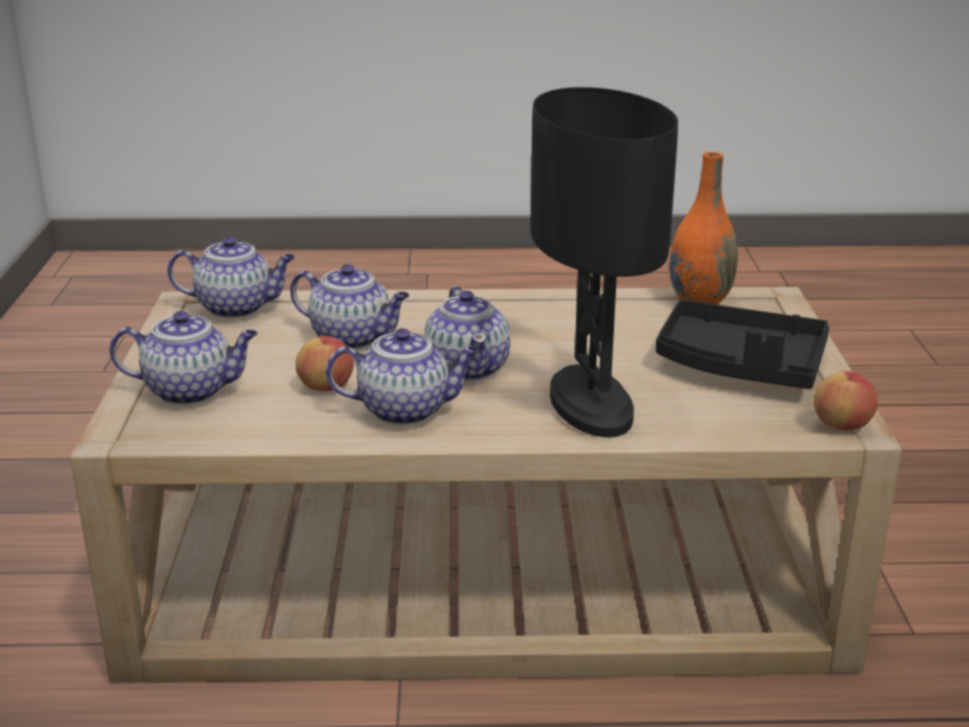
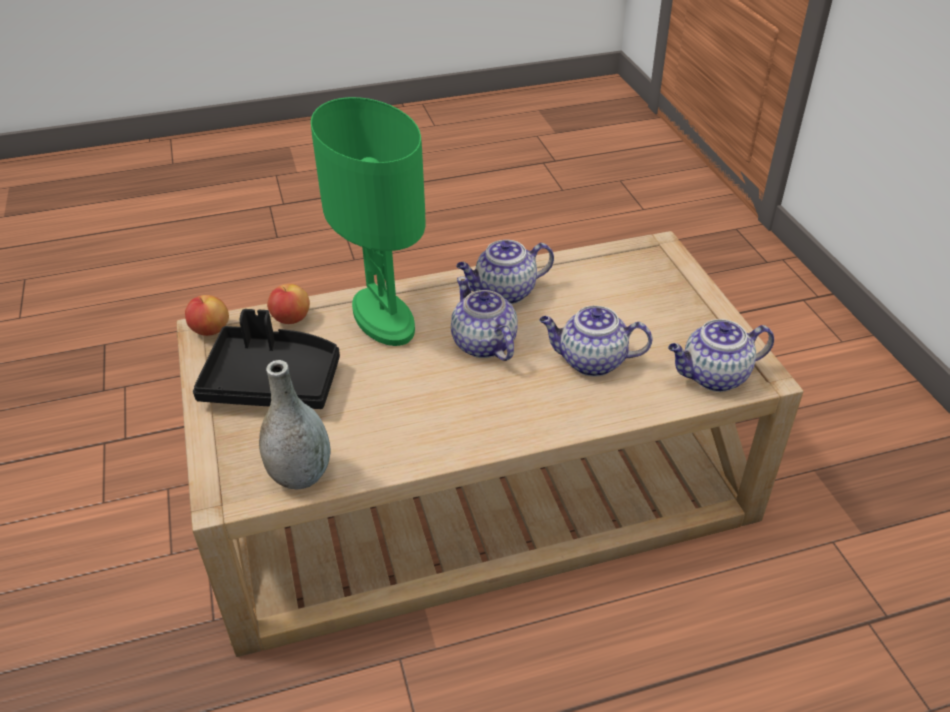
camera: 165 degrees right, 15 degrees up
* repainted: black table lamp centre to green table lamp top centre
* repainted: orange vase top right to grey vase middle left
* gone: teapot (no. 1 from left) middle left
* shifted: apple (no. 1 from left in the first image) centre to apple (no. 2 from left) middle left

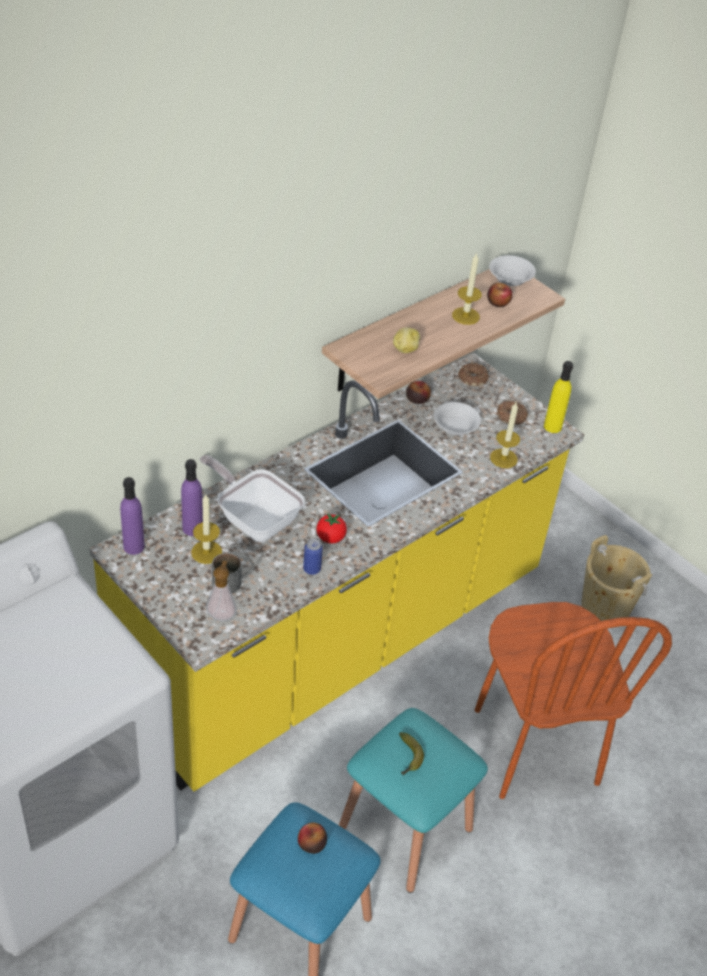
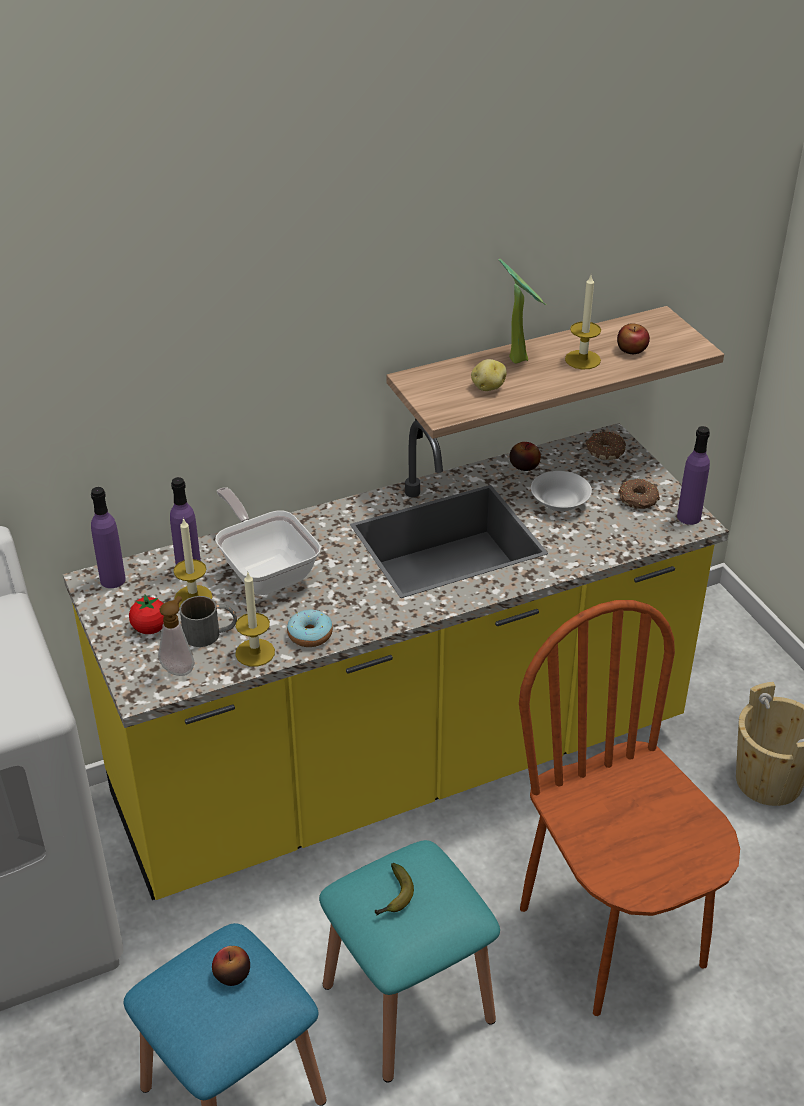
camera: 20 degrees right, 5 degrees down
* gone: white bowl (no. 2 from left) top right
* repainted: yellow bottle middle right to purple bottle (no. 3 from left) middle right
* shifted: candle (no. 3 from left in the first image) middle right to candle (no. 2 from left) middle left
* shifted: tomato centre to middle left
* swapped: can centre to donut (no. 1 from left) centre
* rotated: brown chair bottom right = bottom right 150 degrees clockwise
* new: potted plant top centre

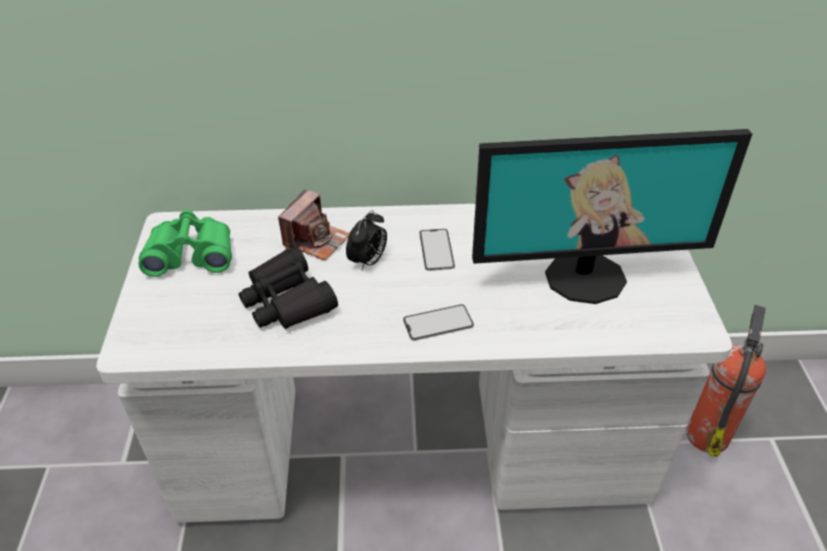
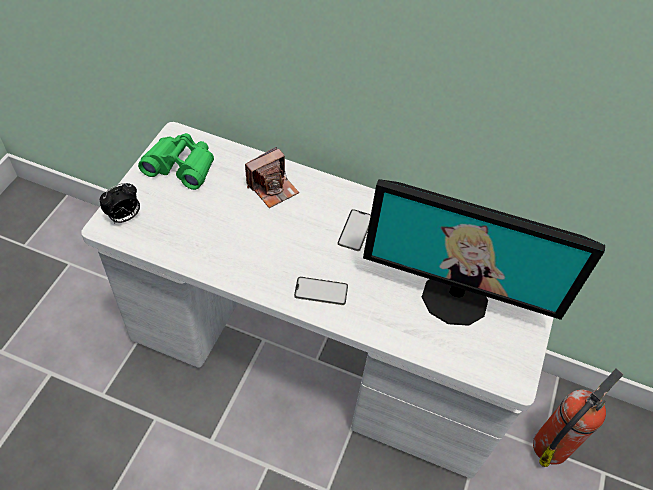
camera: 20 degrees right, 10 degrees up
* shifted: alarm clock centre to middle left
* gone: black binoculars centre

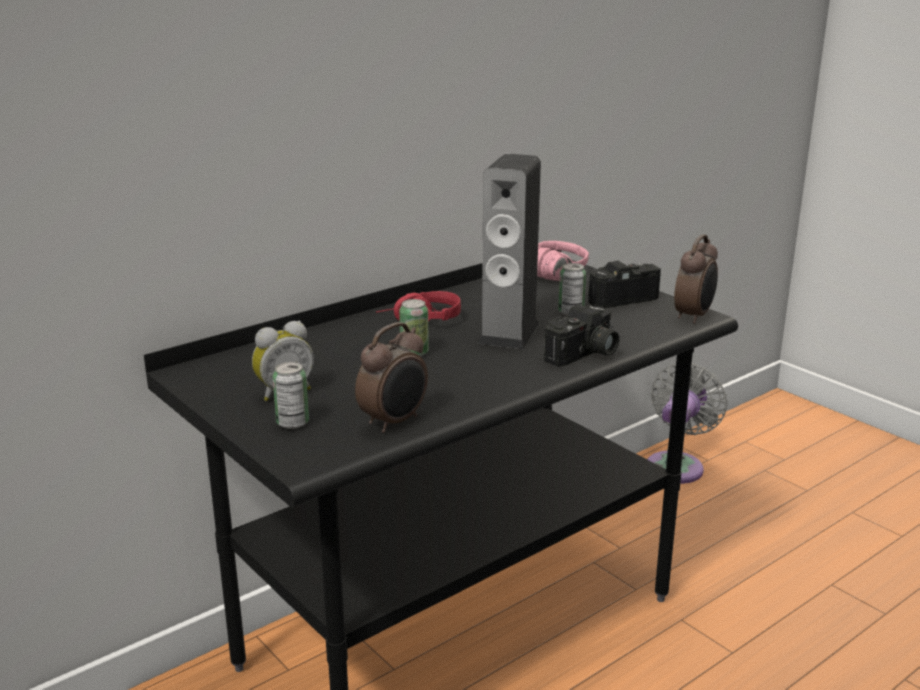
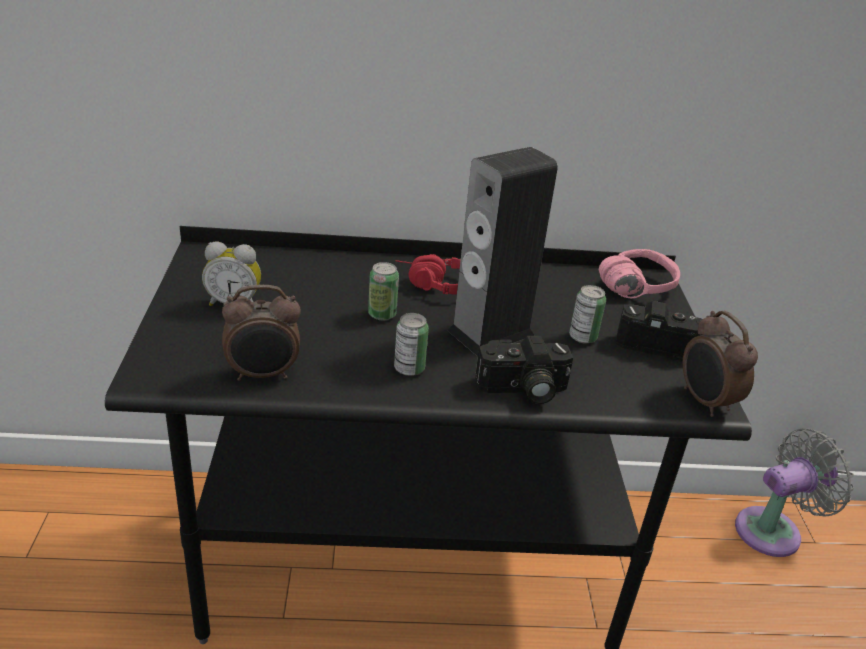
camera: 35 degrees right, 10 degrees up
* rotated: alarm clock (no. 3 from left) middle right = middle right 90 degrees clockwise
* shifted: can (no. 1 from left in the first image) middle left to can (no. 2 from left) centre

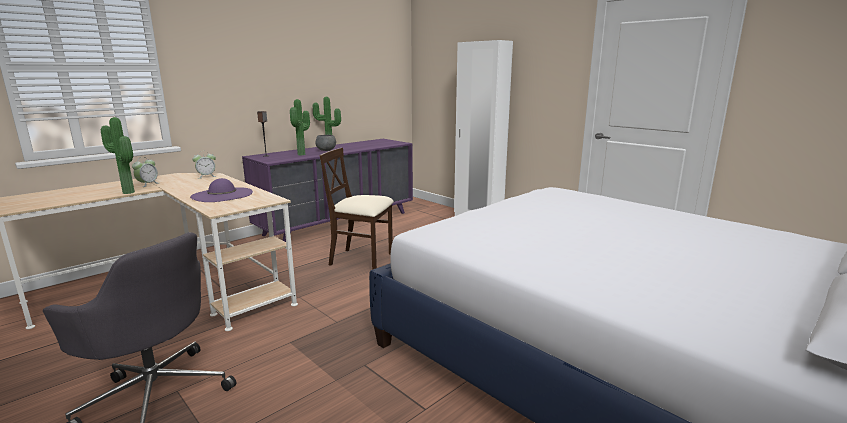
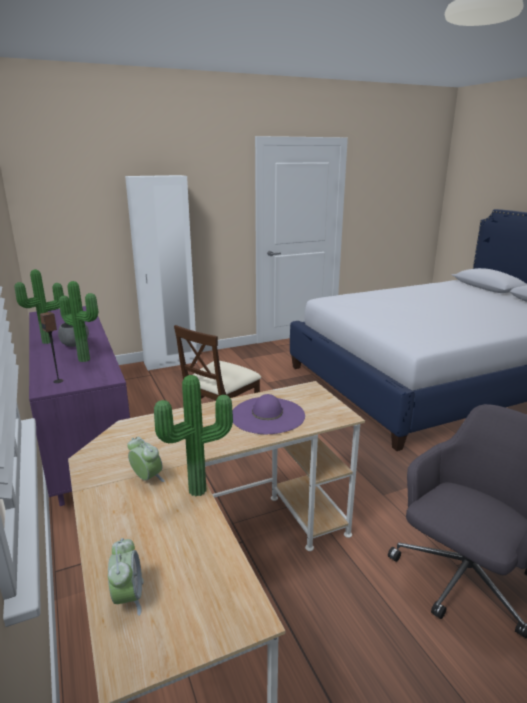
camera: 70 degrees left, 5 degrees up
* shifted: alarm clock (no. 2 from left in the first image) middle left to alarm clock (no. 1 from left) bottom left

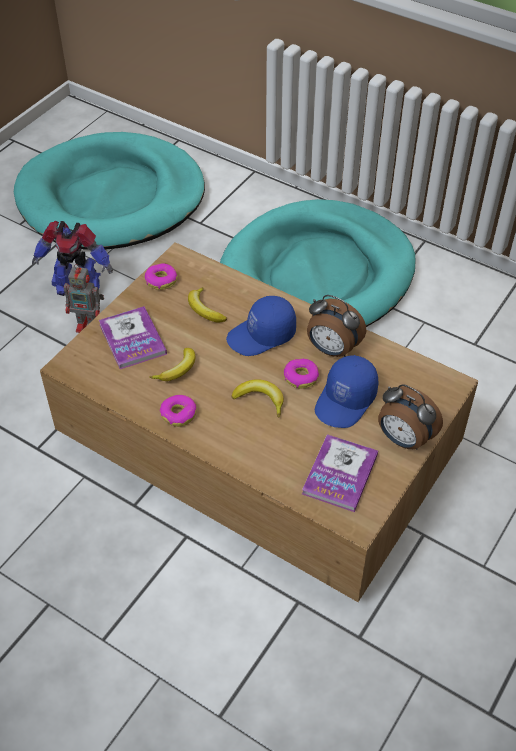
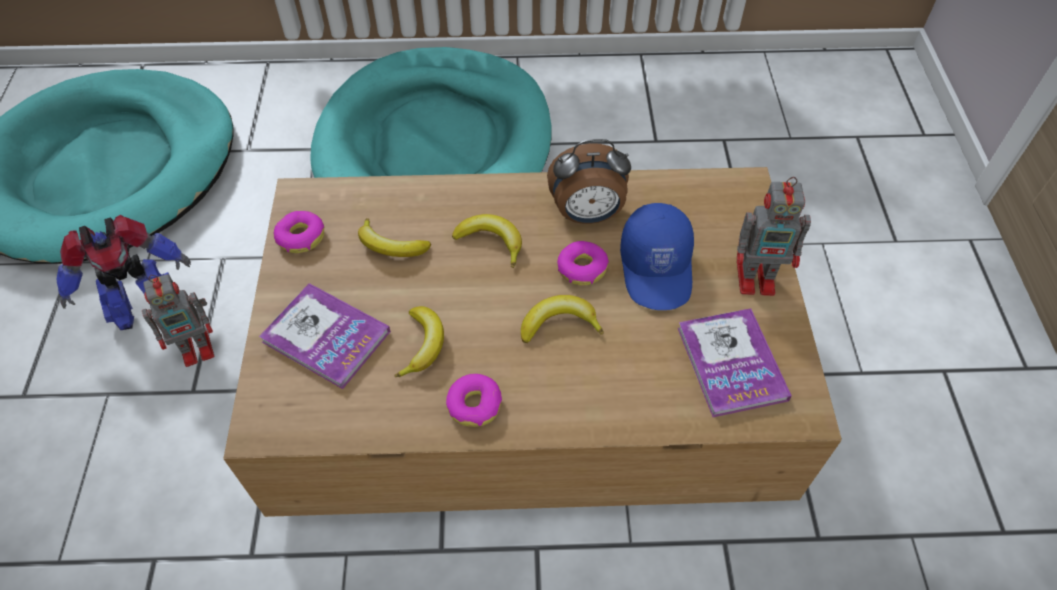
camera: 35 degrees left, 5 degrees up
* swapped: blue cap (no. 1 from left) centre to banana (no. 3 from left) centre
* swapped: alarm clock (no. 2 from left) middle right to toy robot (no. 3 from left) middle right

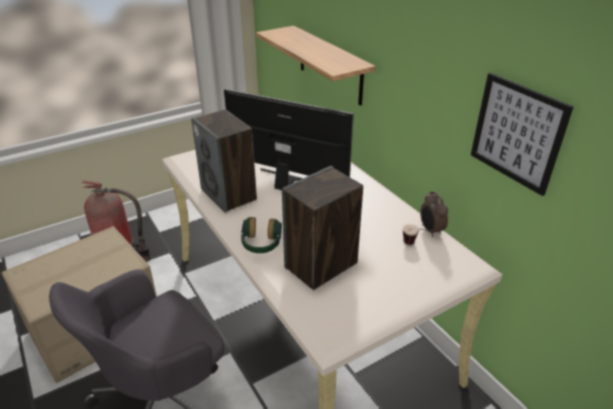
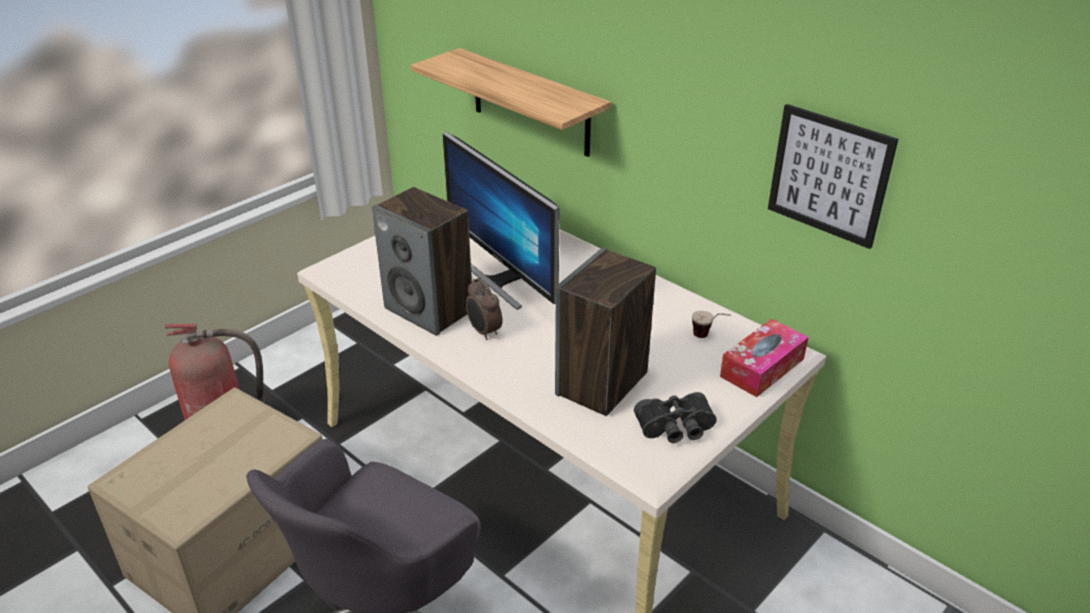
camera: 15 degrees left, 0 degrees up
* rotated: monitor centre = centre 135 degrees counterclockwise
* shifted: alarm clock middle right to centre
* gone: headphones centre
* new: tissue box middle right
* new: black binoculars bottom centre

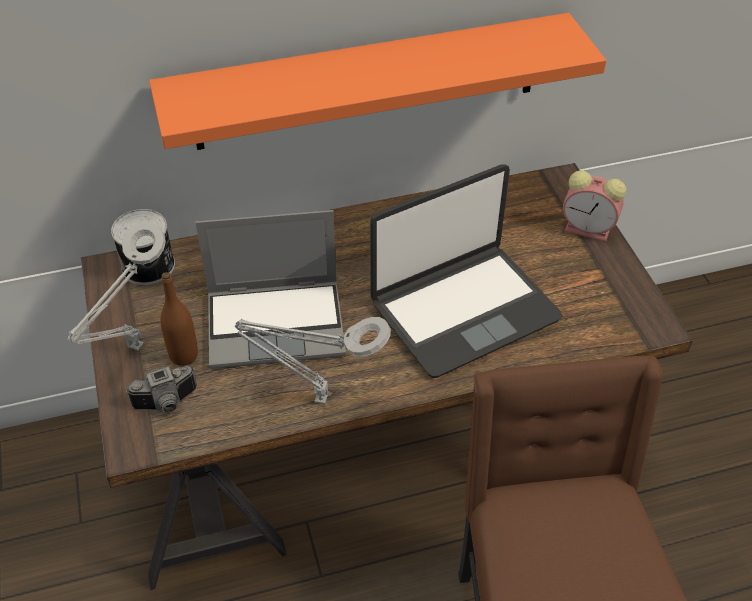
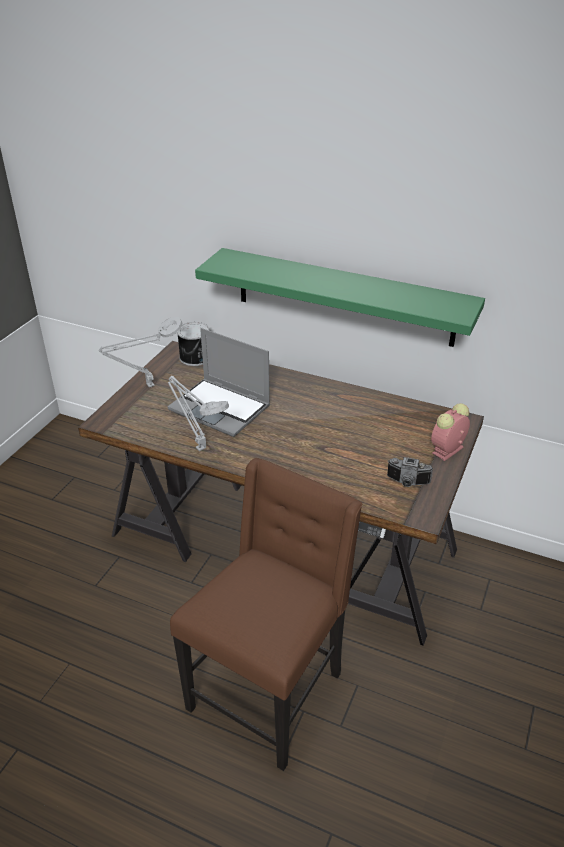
camera: 40 degrees right, 10 degrees down
* repainted: orange shelf top centre to green shelf centre
* gone: laptop (no. 2 from left) centre
* rotated: alarm clock middle right = middle right 75 degrees clockwise
* gone: brown bottle middle left
* shifted: photo camera middle left to middle right

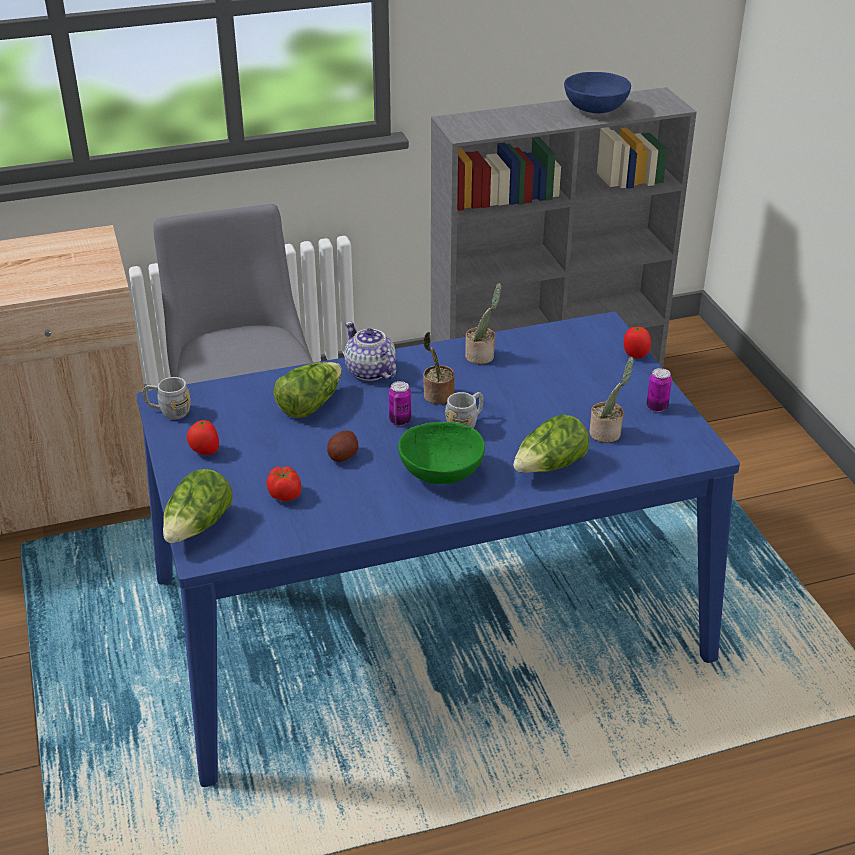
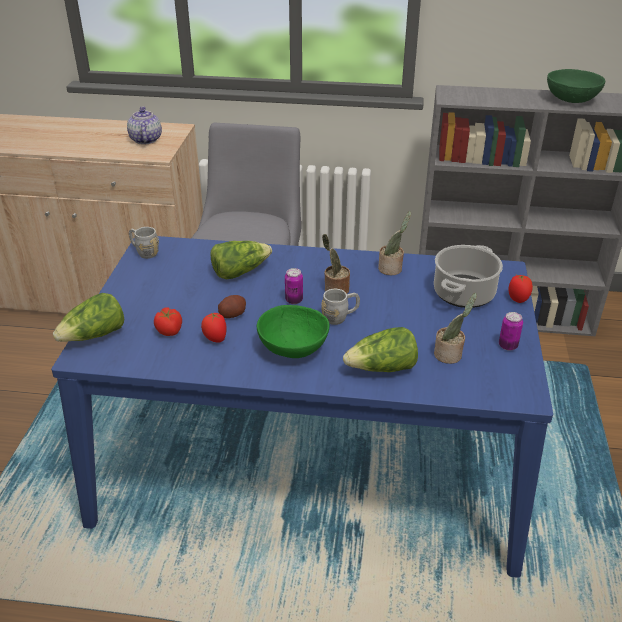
camera: 25 degrees right, 0 degrees up
* repainted: blue bowl top right to green bowl (no. 2 from left) top right
* shifted: teapot centre to top left
* shifted: tomato (no. 1 from left in the first image) middle left to tomato (no. 2 from left) centre
* new: cooking pot middle right

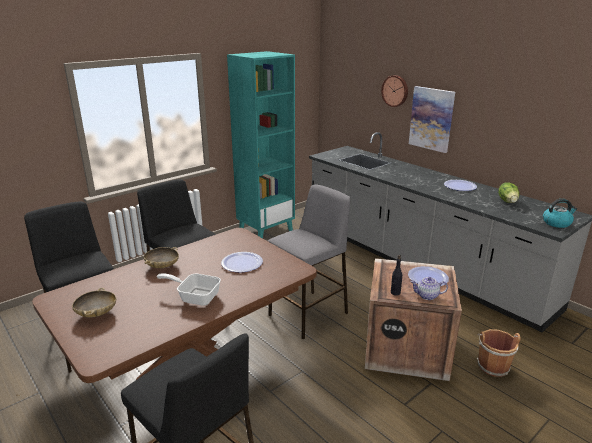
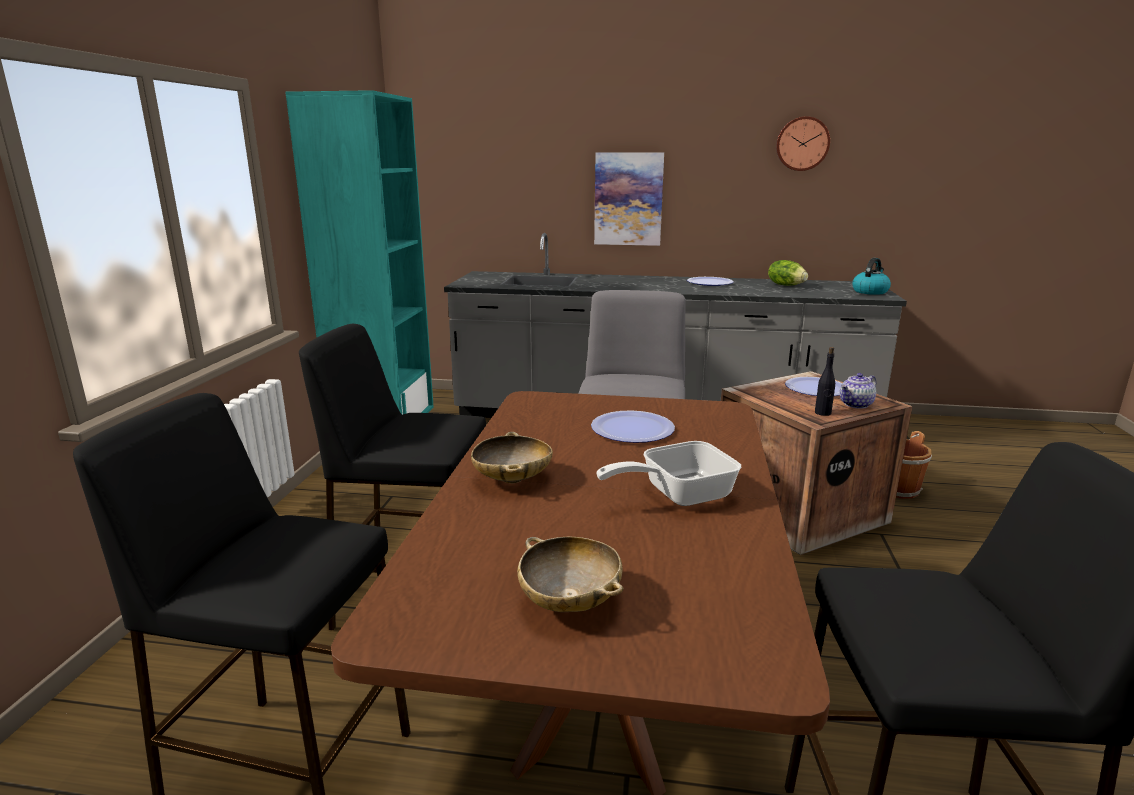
camera: 40 degrees left, 5 degrees down
* shifted: wall clock top centre to top right

